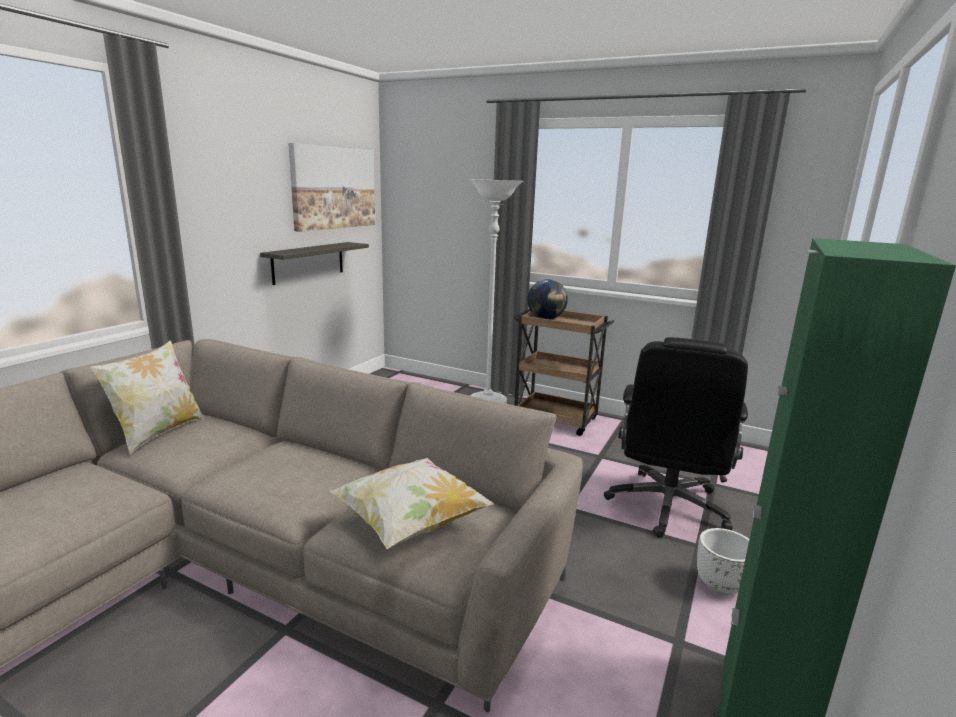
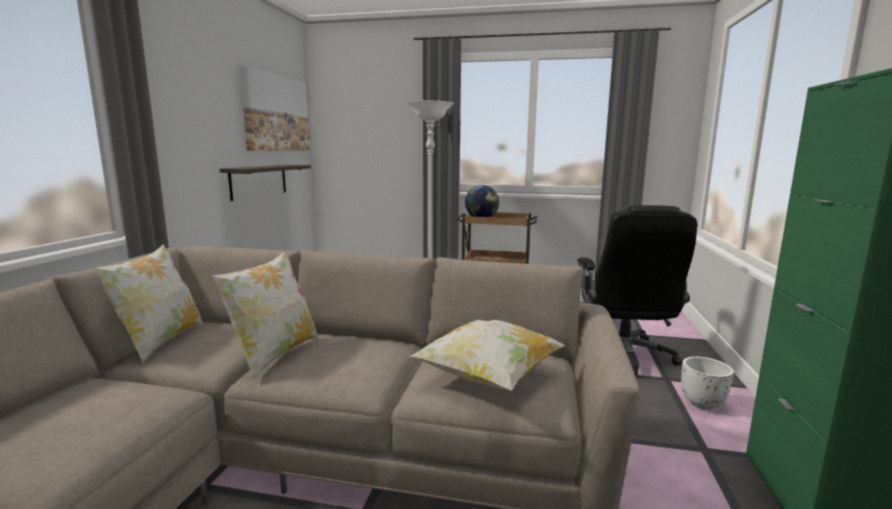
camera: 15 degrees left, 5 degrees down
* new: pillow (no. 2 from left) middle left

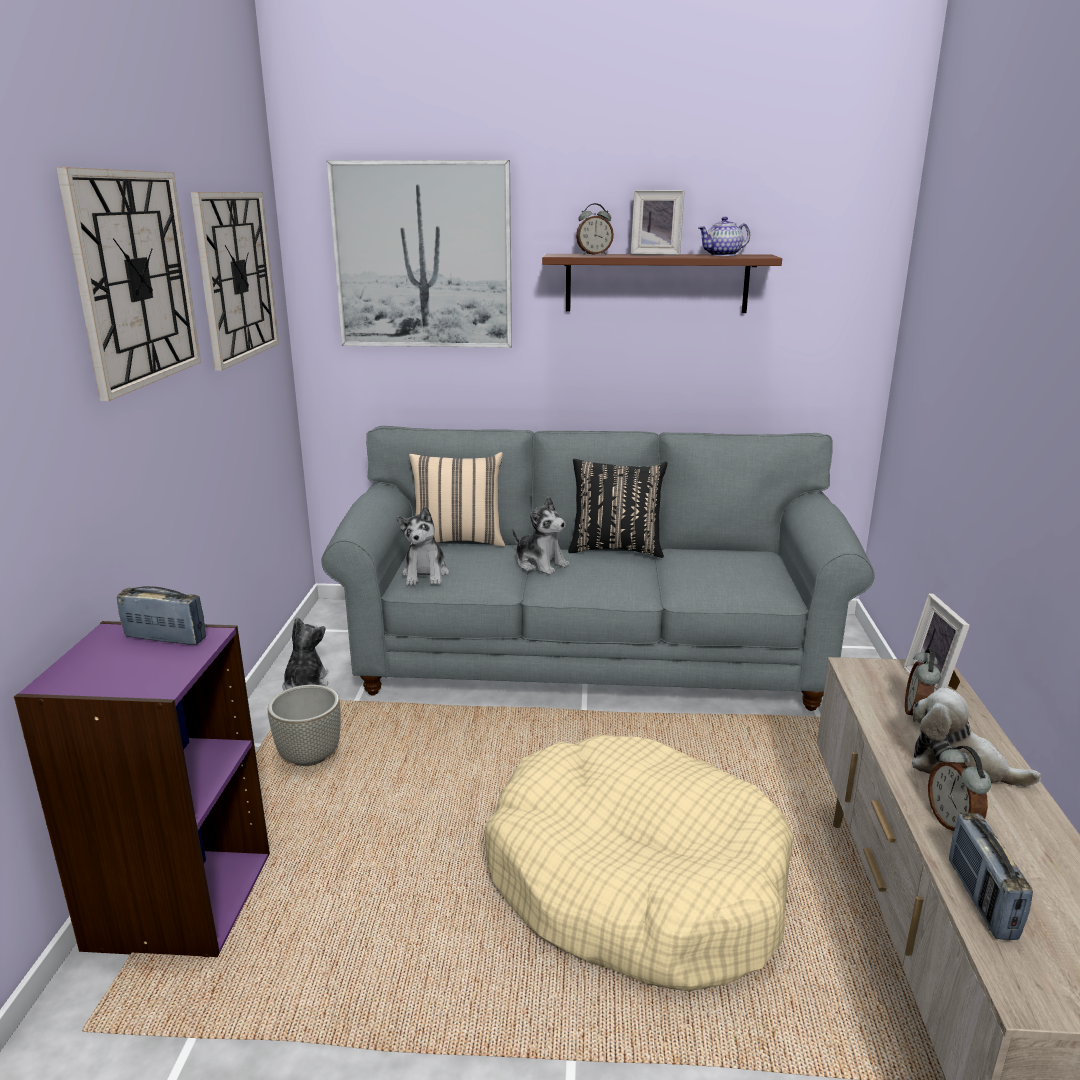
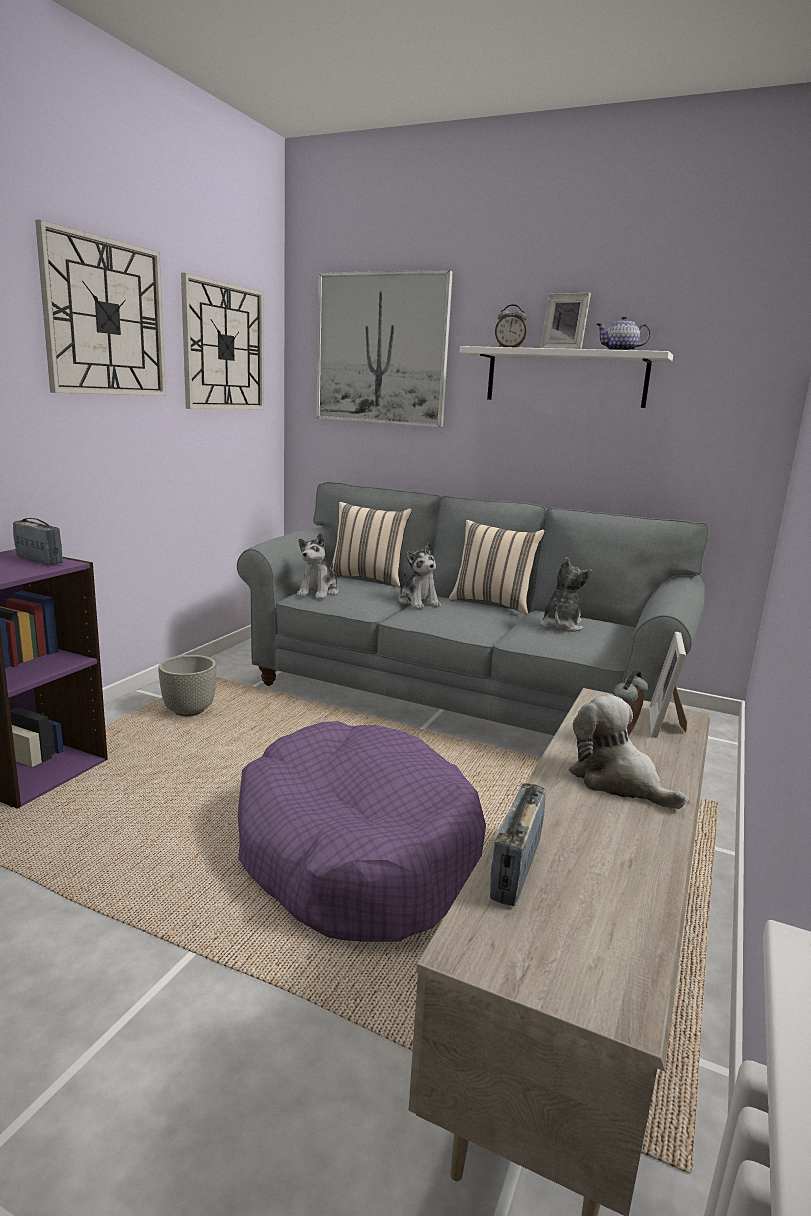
camera: 20 degrees right, 5 degrees down
* repainted: brown shelf top centre to white shelf top right
* repainted: black pillow centre to beige pillow (no. 2 from left) centre
* shifted: plush toy (no. 1 from left in the first image) middle left to plush toy (no. 3 from left) middle right
* repainted: beige dog bed bottom centre to purple dog bed bottom centre
* gone: alarm clock (no. 3 from left) bottom right

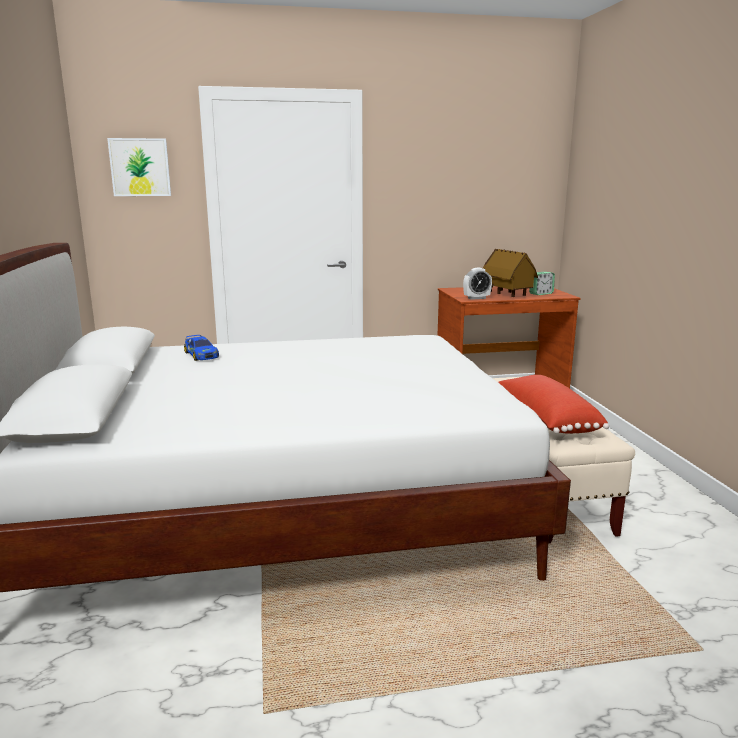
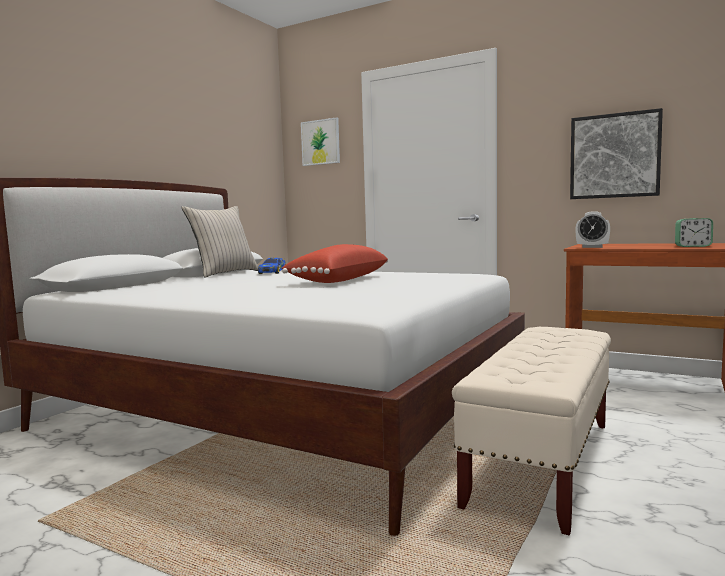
camera: 40 degrees right, 10 degrees down
* gone: toy house middle right
* shifted: red pillow middle right to centre
* new: picture (no. 2 from left) top right
* new: beige pillow middle left

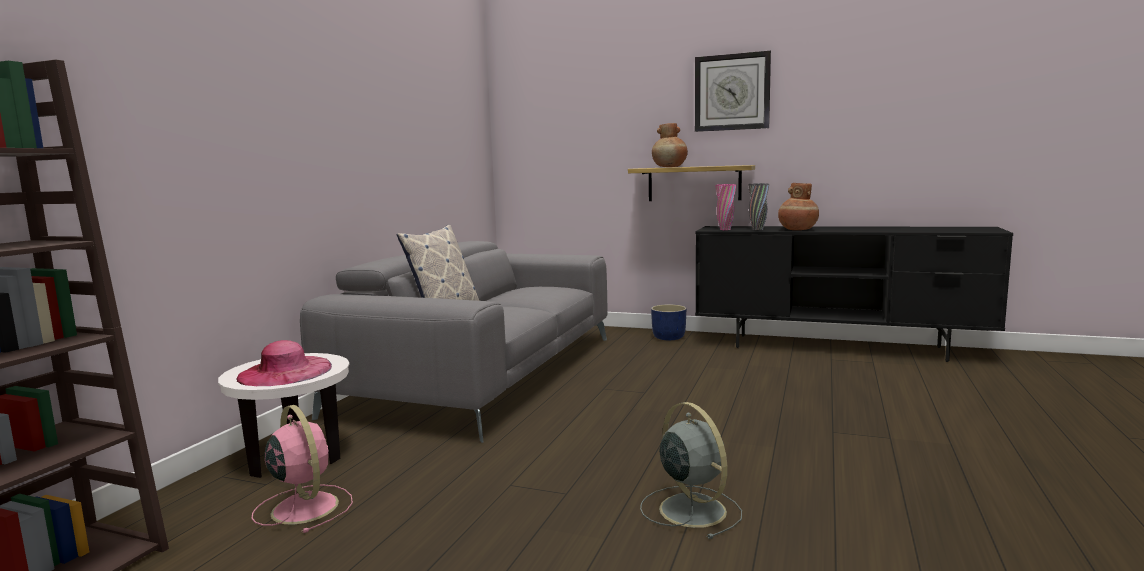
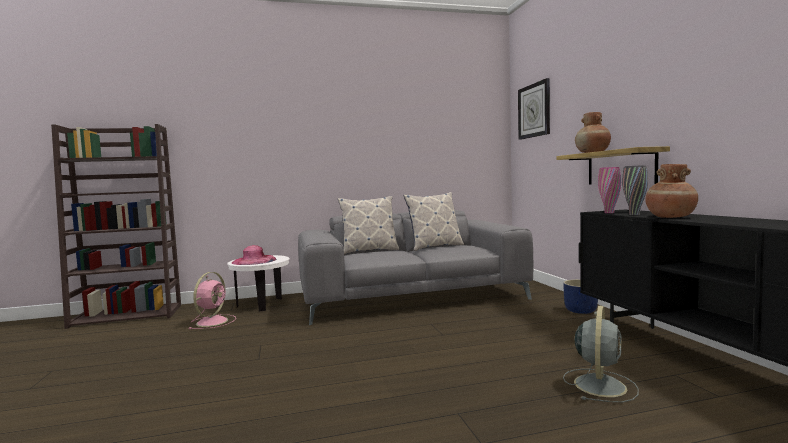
camera: 55 degrees right, 5 degrees down
* shifted: wall clock top centre to top right
* shifted: grey fan bottom centre to bottom right
* new: pillow (no. 2 from left) centre

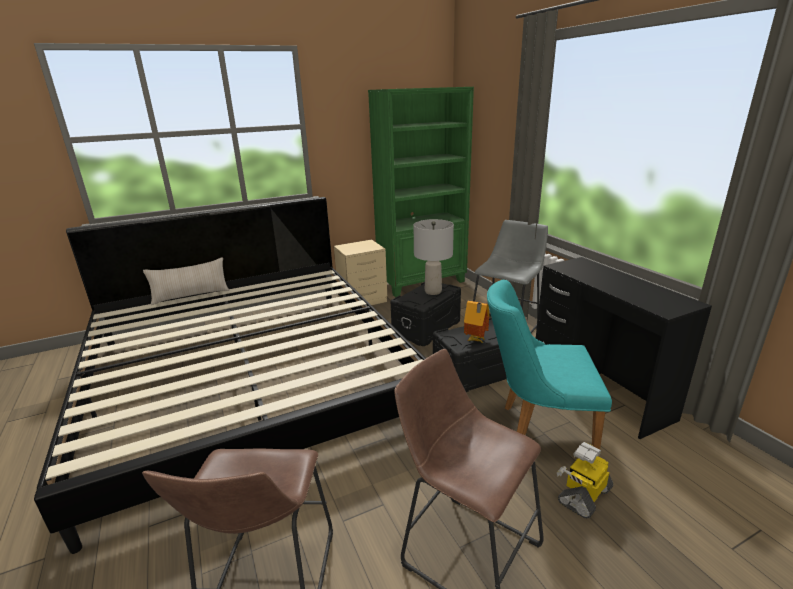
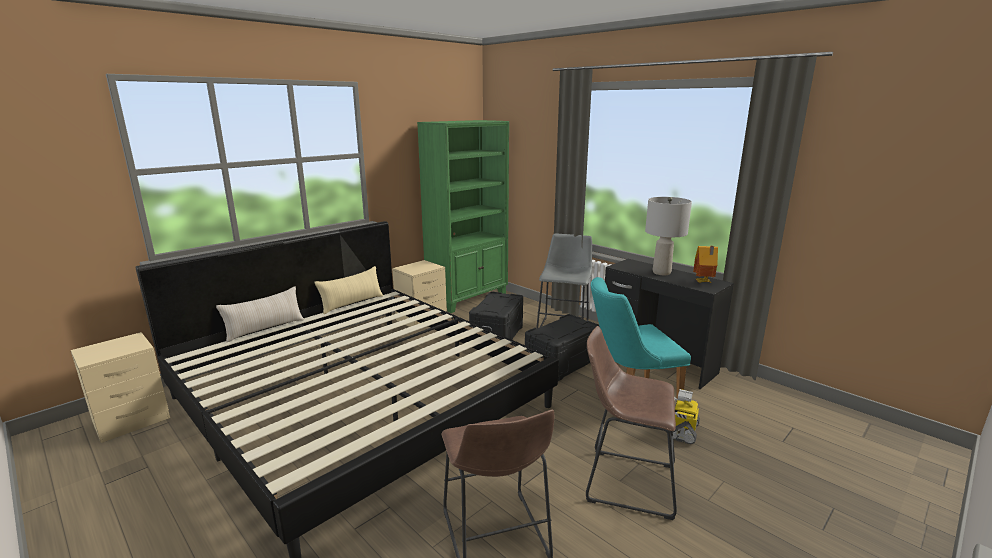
camera: 20 degrees left, 5 degrees down
* shifted: grey table lamp centre to middle right
* shifted: toy house centre to middle right
* new: beige pillow (no. 2 from left) centre
* new: beige nightstand (no. 1 from left) bottom left

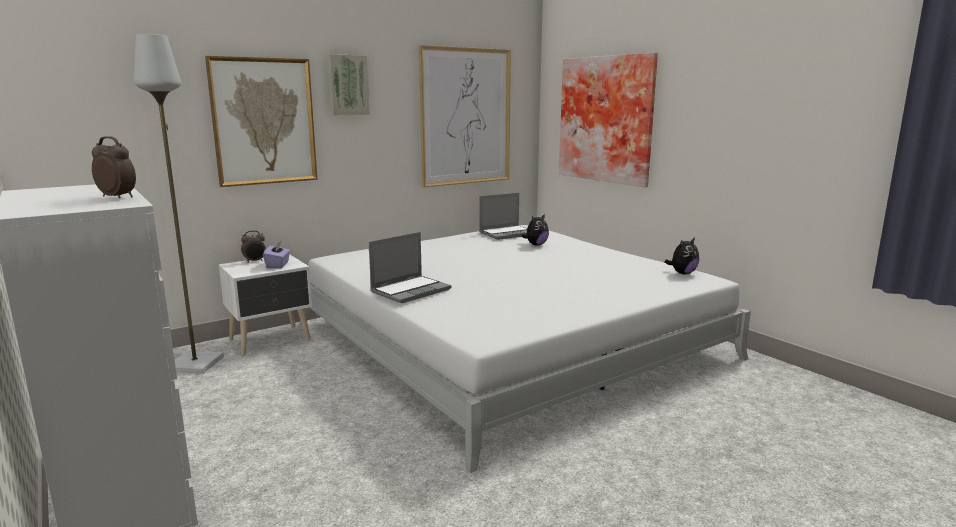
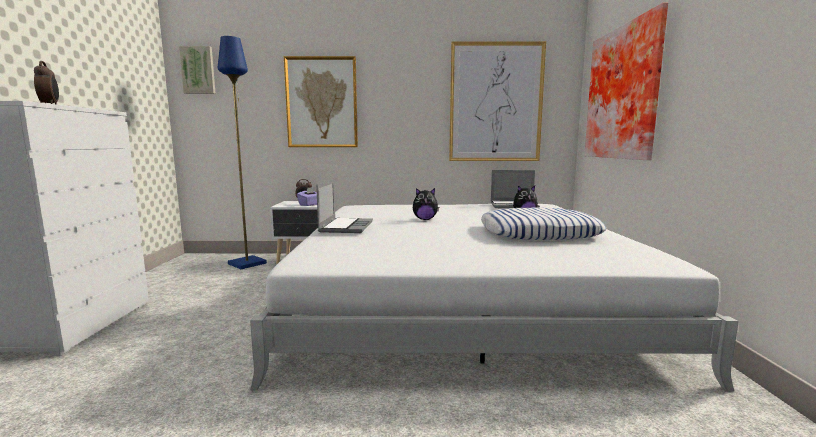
camera: 35 degrees right, 5 degrees down
* repainted: grey floor lamp middle left to blue floor lamp middle left
* shifted: picture (no. 2 from left in the first image) top centre to picture (no. 1 from left) top left
* rotated: laptop (no. 1 from left) centre = centre 75 degrees counterclockwise
* shifted: plush toy (no. 2 from left in the first image) middle right to plush toy (no. 1 from left) centre
* new: pillow centre

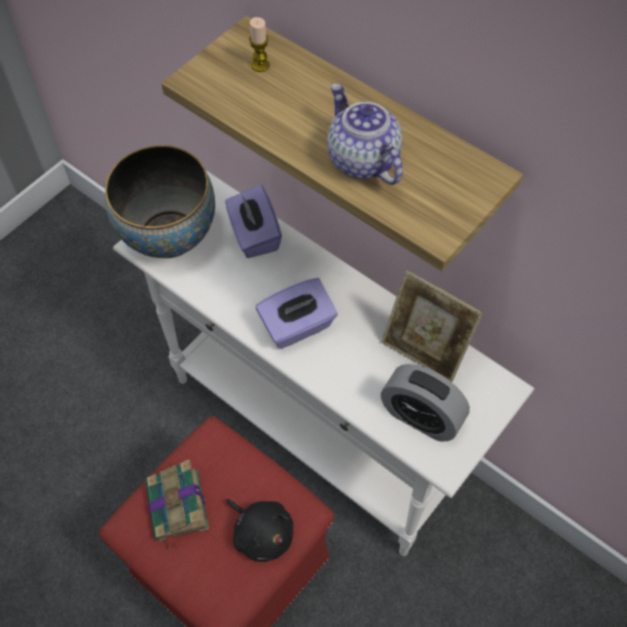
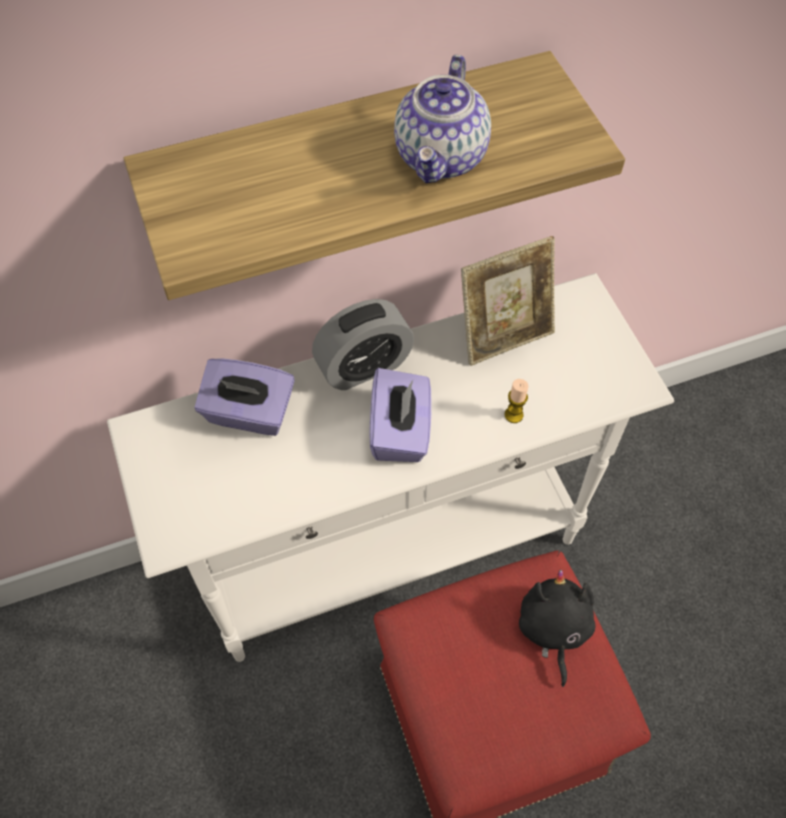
camera: 60 degrees left, 0 degrees up
* shifted: candle top centre to centre
* rotated: teapot top centre = top centre 75 degrees counterclockwise
* gone: bowl top left
* shifted: alarm clock middle right to centre
* gone: book bottom left
* rotated: black plush toy bottom centre = bottom right 75 degrees counterclockwise

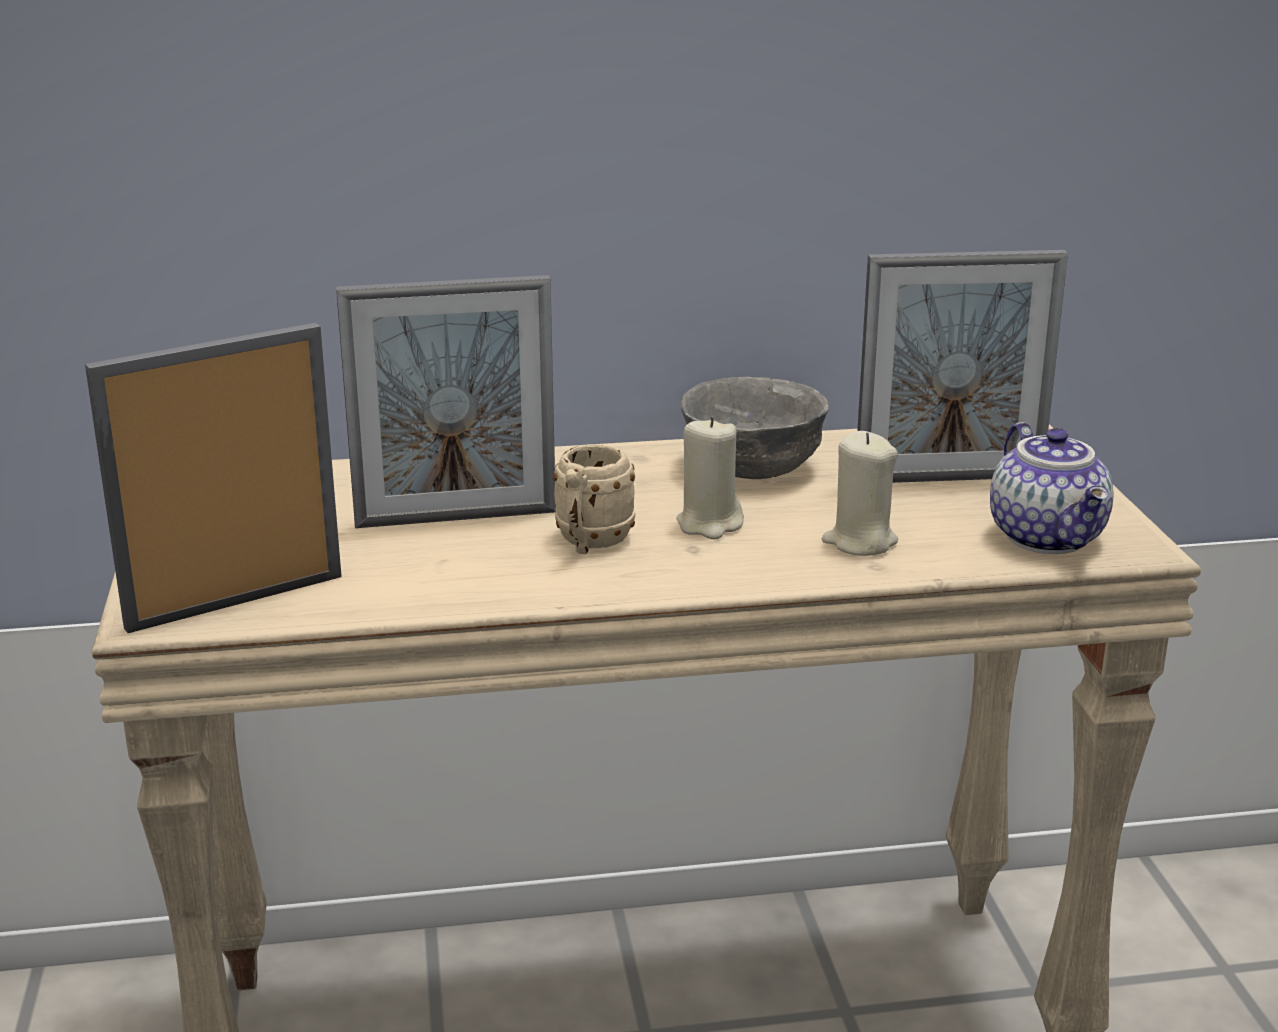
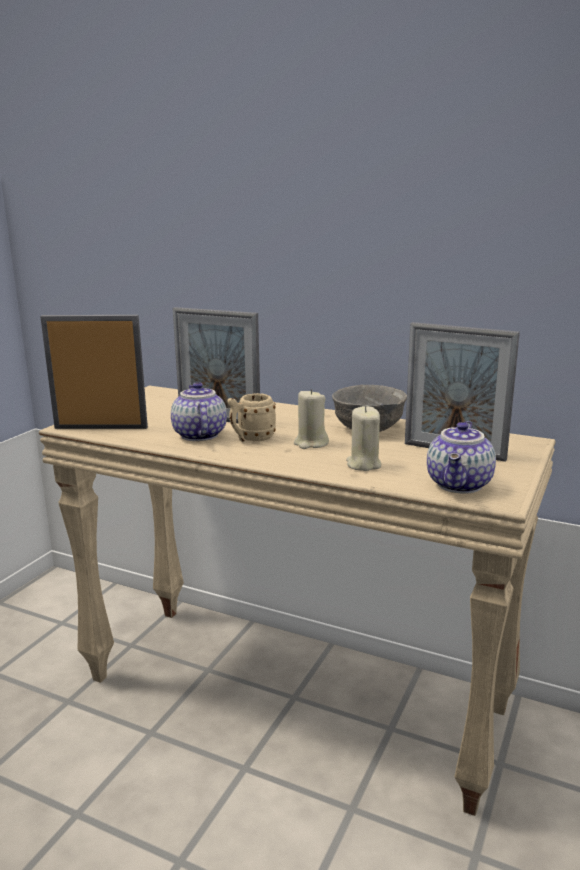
camera: 35 degrees right, 5 degrees down
* new: teapot (no. 1 from left) centre

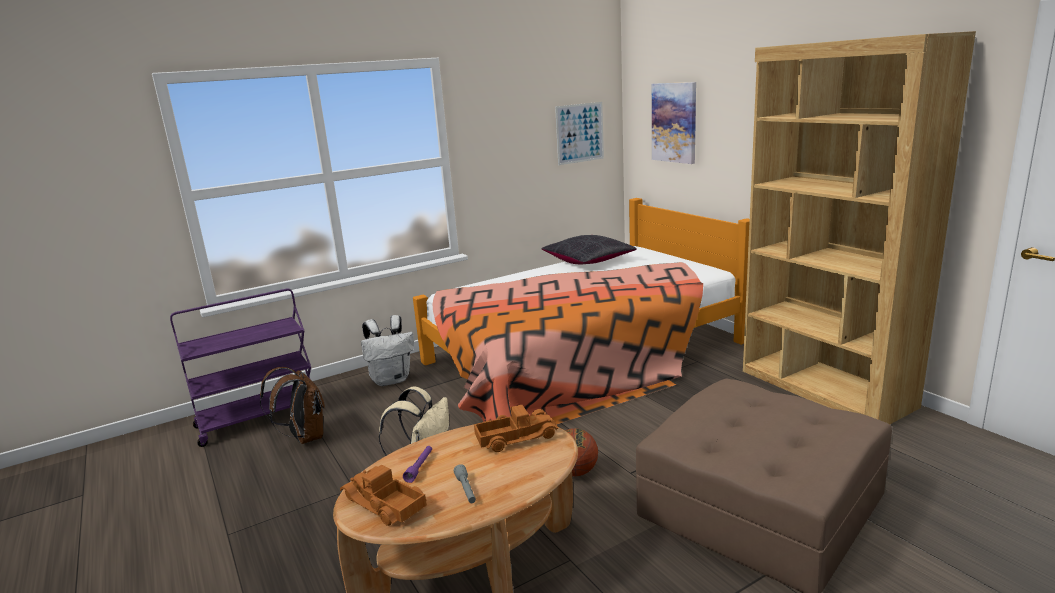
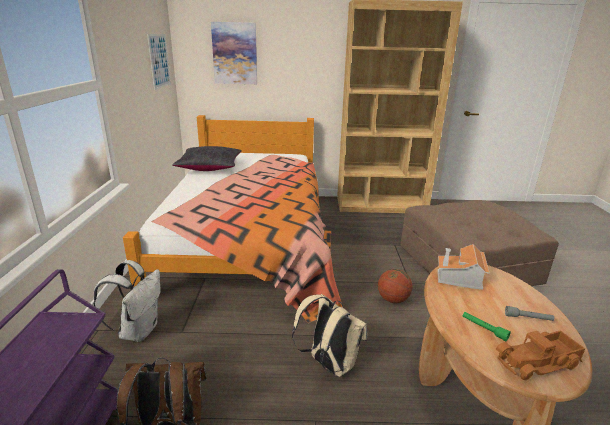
camera: 60 degrees left, 5 degrees up
* swapped: toy truck (no. 2 from left) bottom centre to toy house middle right
* repainted: purple flashlight bottom centre to green flashlight bottom right

